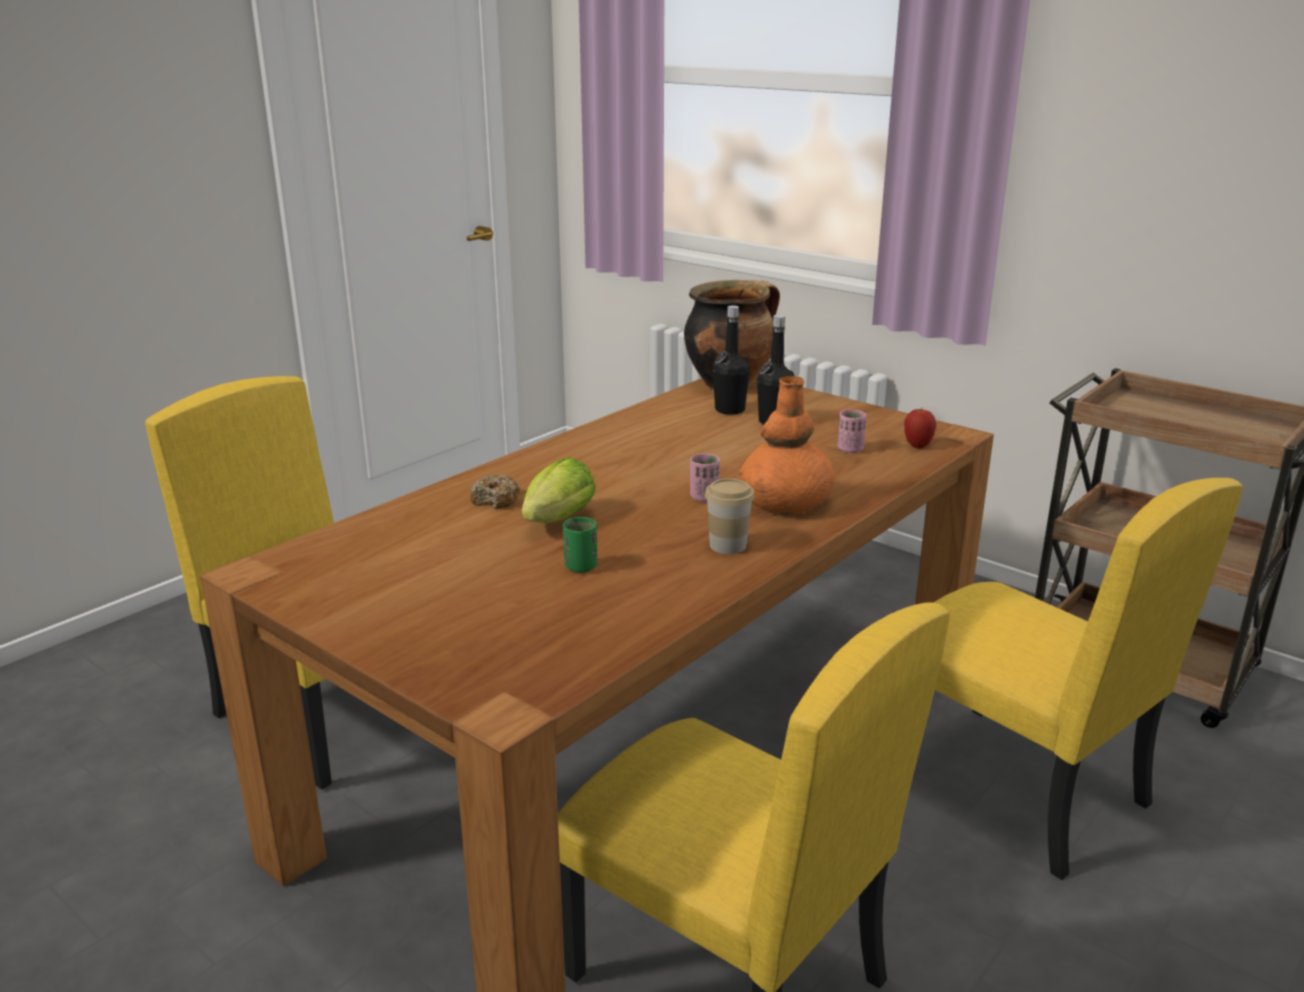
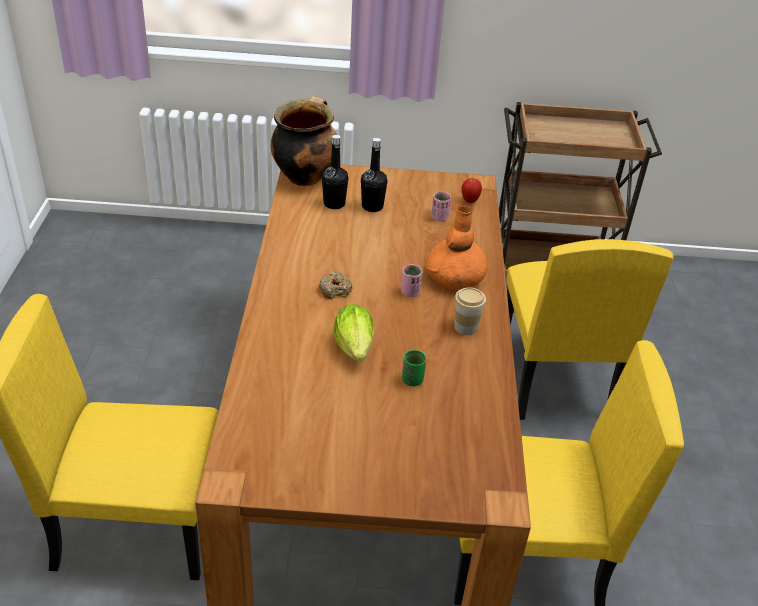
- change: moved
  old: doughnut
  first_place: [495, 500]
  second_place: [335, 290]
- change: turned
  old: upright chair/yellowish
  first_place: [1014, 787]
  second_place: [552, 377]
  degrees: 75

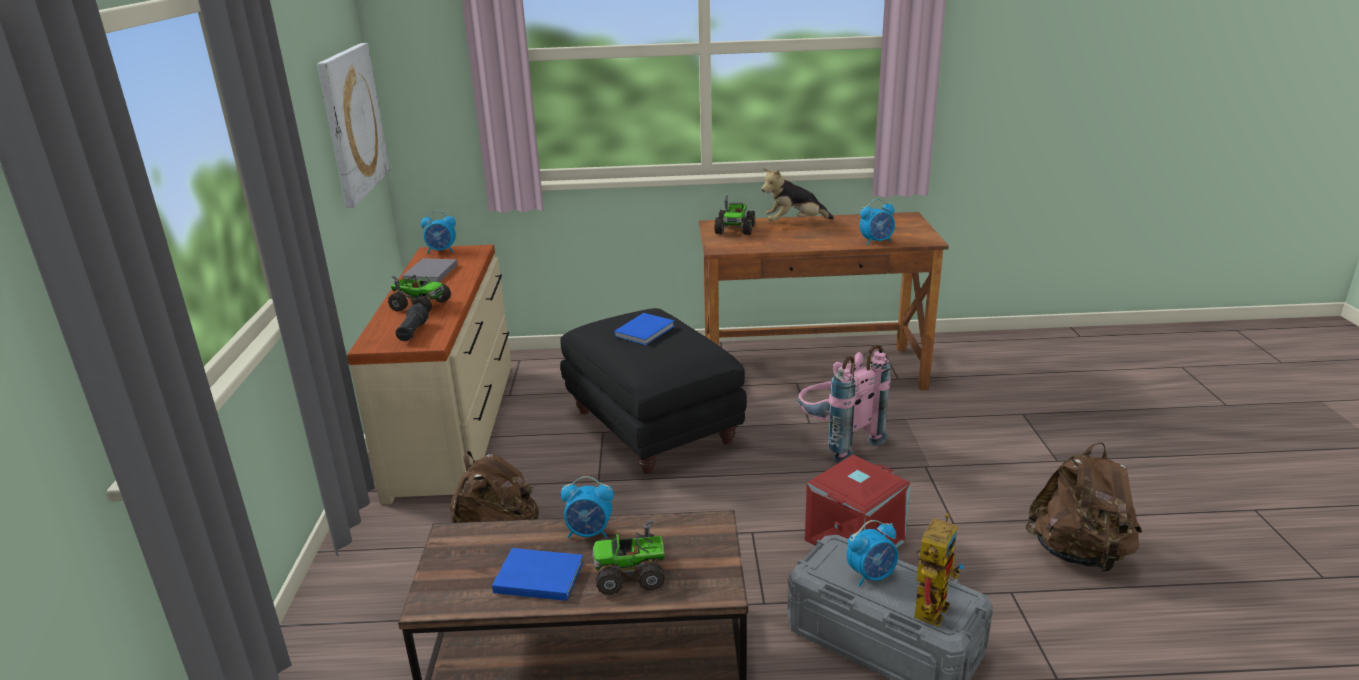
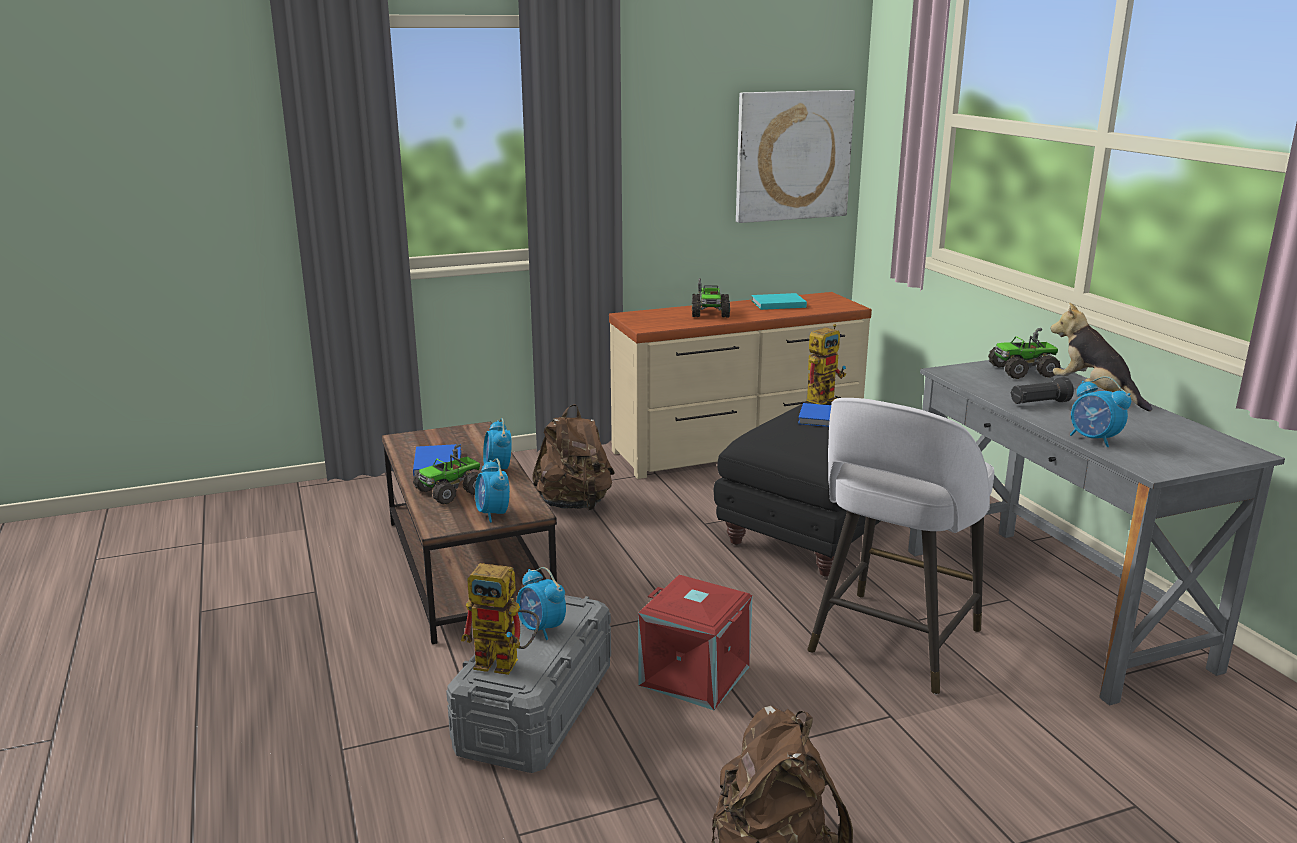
- change: moved
  old: torch/blackish
  first_place: [412, 333]
  second_place: [1039, 403]
- change: recoloured
  old: book/grey
  new: book/turquoise-coloured
  first_place: [429, 274]
  second_place: [776, 304]
- change: moved
  old: table clock
  first_place: [442, 251]
  second_place: [493, 514]
- change: turned
  old: model truck
  first_place: [631, 573]
  second_place: [451, 491]
  degrees: -105
- change: recoloured
  old: desk table/brown-coloured
  new: desk table/grey
  first_place: [812, 372]
  second_place: [1051, 606]
- change: replaced
  old: rucksack/pinkish
  new: sitting stool/white-coloured
  first_place: [836, 441]
  second_place: [892, 643]
- change: added
  new: robot figure
  second_place: [823, 397]

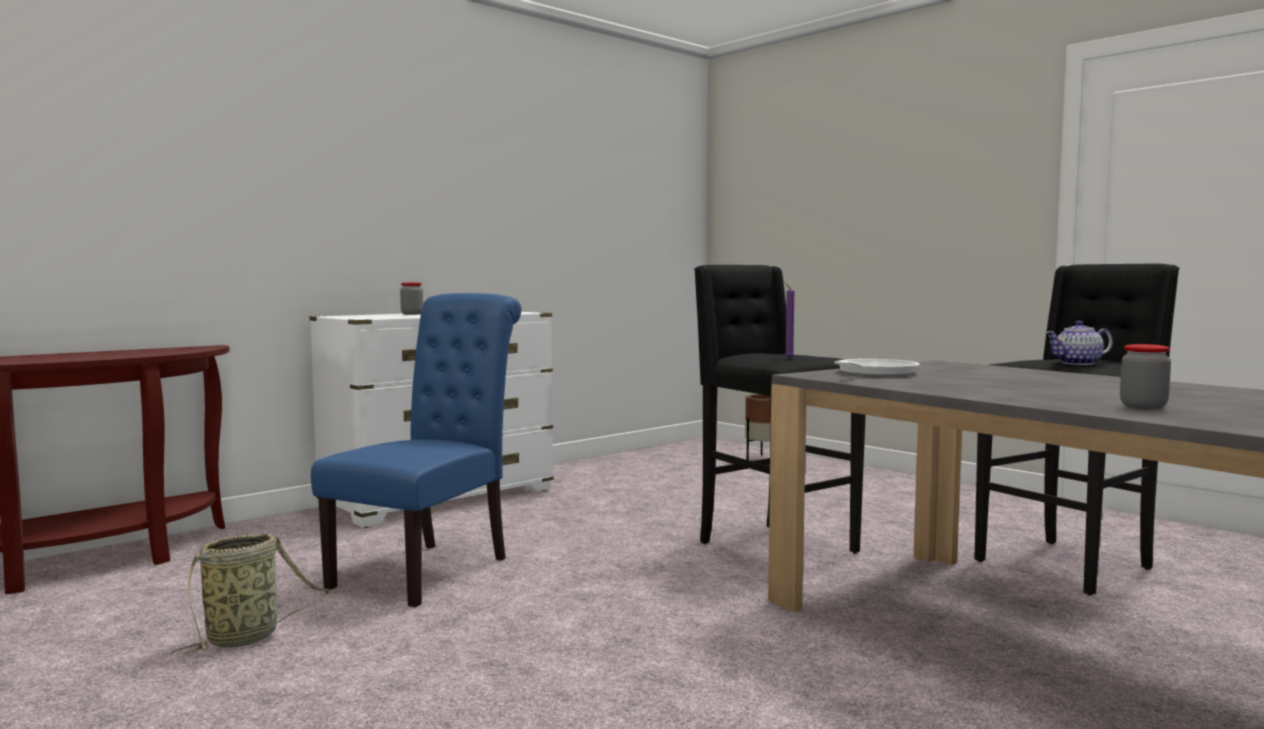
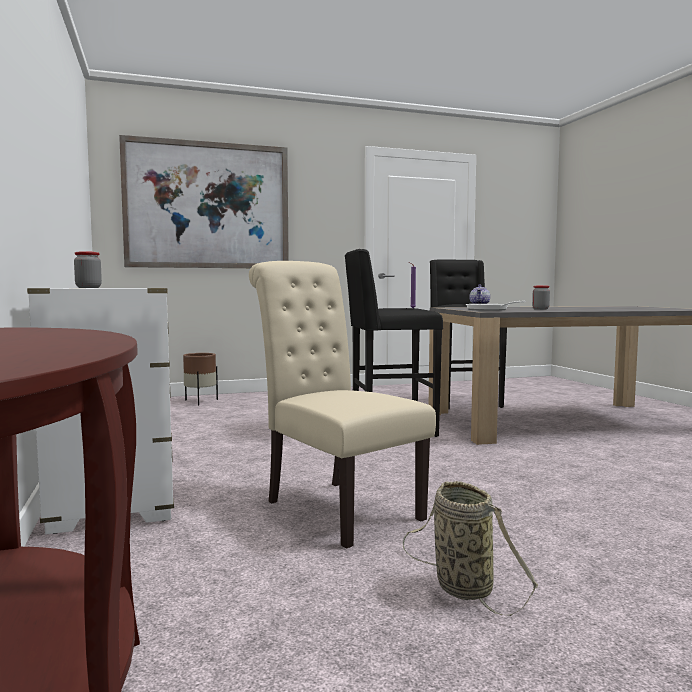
- change: recoloured
  old: upright chair/blue
  new: upright chair/beige-coloured
  first_place: [429, 569]
  second_place: [335, 507]
- change: moved
  old: preserve jar
  first_place: [1143, 406]
  second_place: [540, 309]
- change: added
  new: wall picture
  second_place: [207, 206]

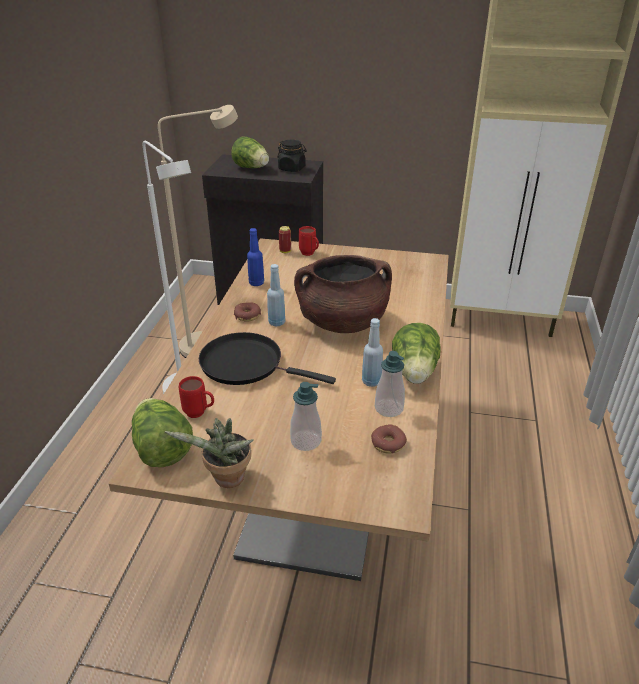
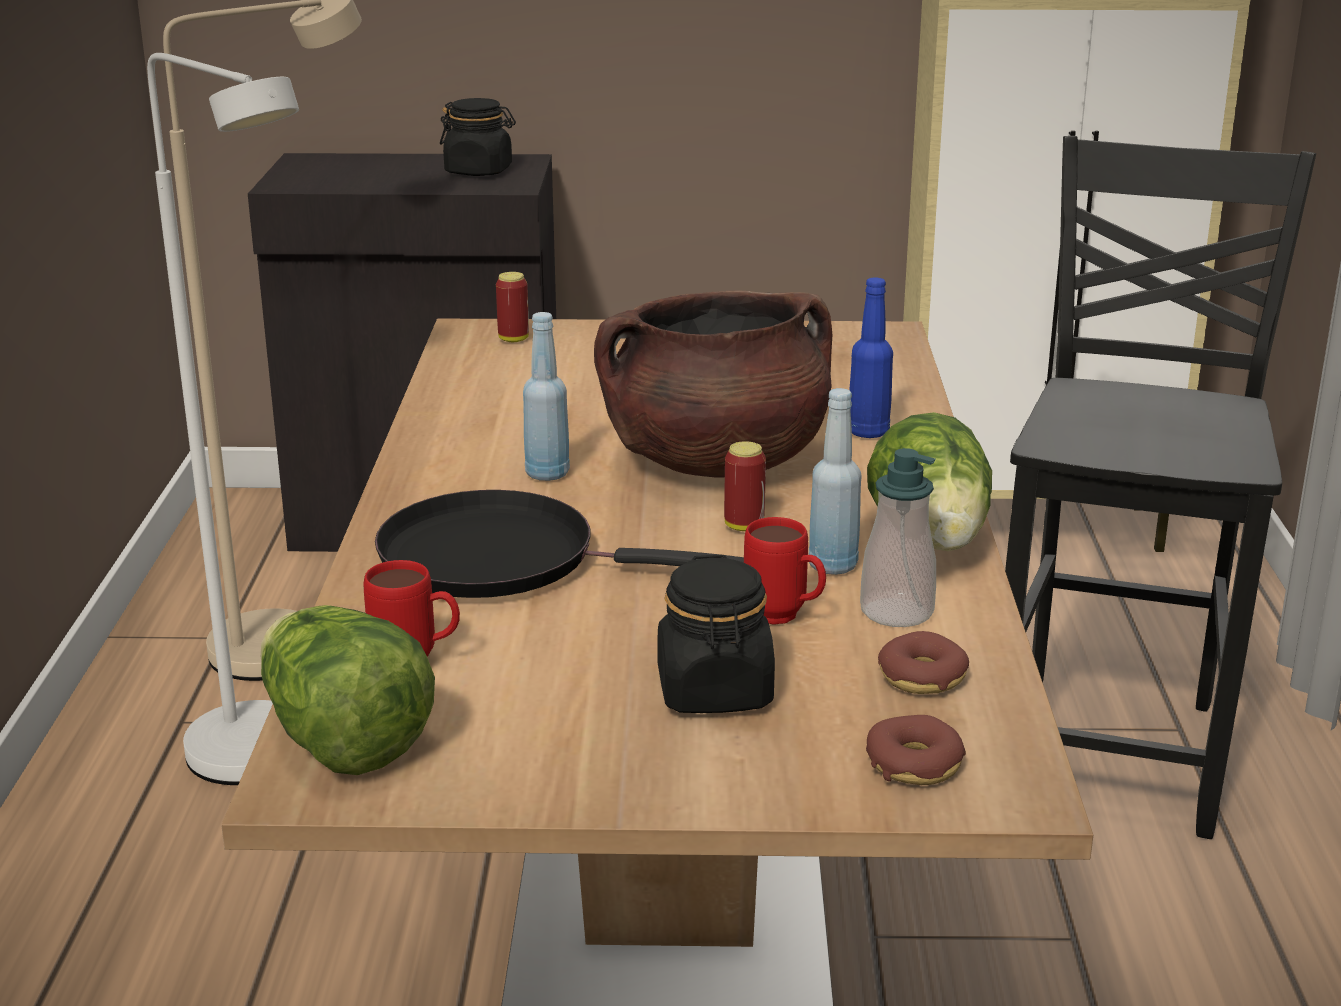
- change: removed
  old: potted plant
  first_place: [226, 480]
- change: removed
  old: lettuce head
  first_place: [251, 168]
- change: moved
  old: doughnut
  first_place: [247, 315]
  second_place: [914, 764]
- change: moved
  old: beverage bottle/blue
  first_place: [256, 283]
  second_place: [867, 432]
- change: replaced
  old: soap bottle
  new: preserve jar/blackish
  first_place: [306, 441]
  second_place: [715, 691]
- change: moved
  old: coffee mug/reddish
  first_place: [310, 254]
  second_place: [785, 618]
- change: added
  new: metal can
  second_place: [744, 526]
- change: added
  new: upright chair/blackish
  second_place: [1111, 749]

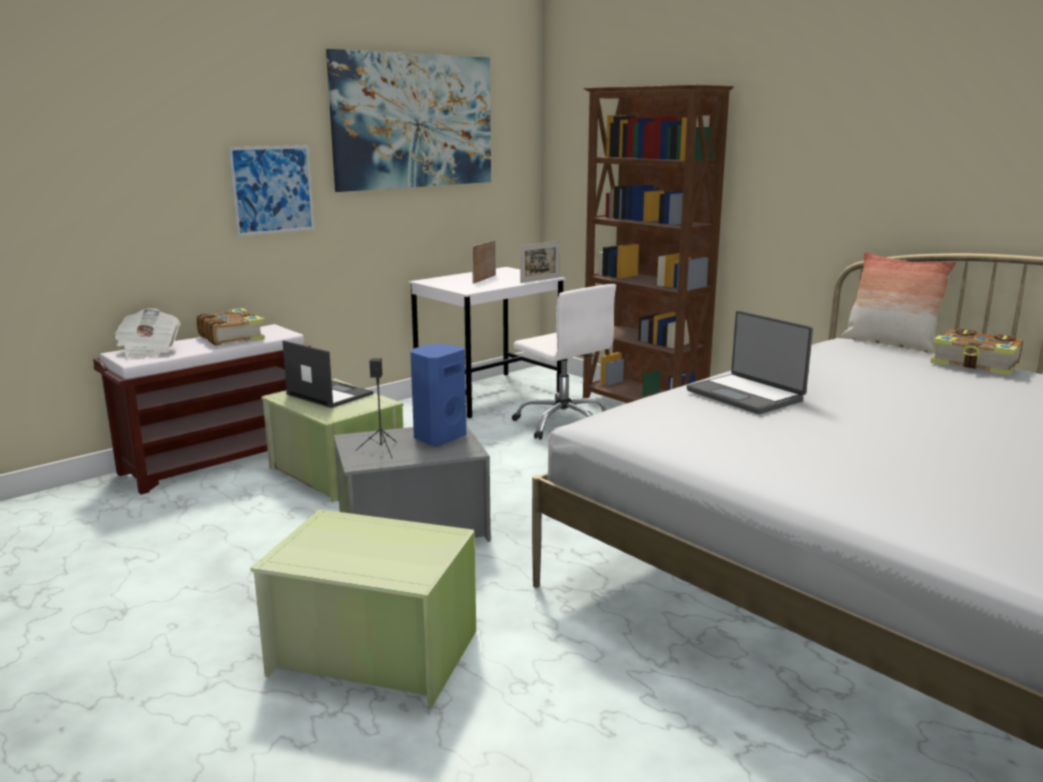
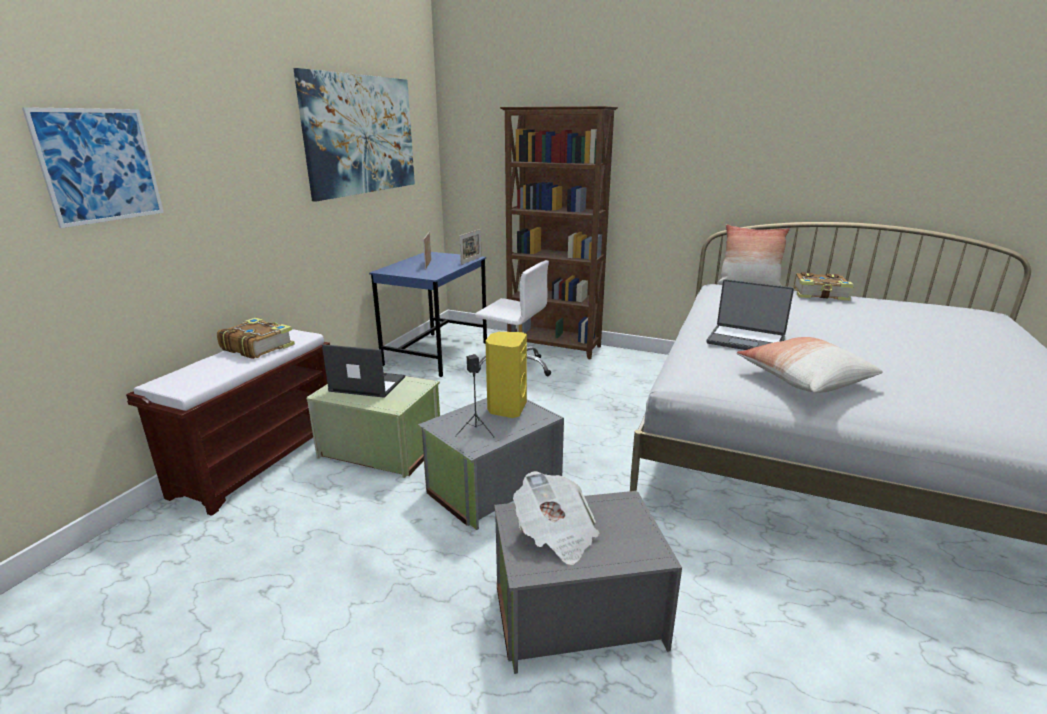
- change: moved
  old: newspaper
  first_place: [148, 351]
  second_place: [556, 534]
- change: moved
  old: wall picture
  first_place: [272, 190]
  second_place: [99, 166]
- change: recoloured
  old: storage bin/greenish
  new: storage bin/grey
  first_place: [374, 651]
  second_place: [576, 612]
- change: recoloured
  old: desk table/white-coloured
  new: desk table/blue
  first_place: [489, 394]
  second_place: [436, 353]
- change: recoloured
  old: audio speaker/blue
  new: audio speaker/yellowish
  first_place: [438, 437]
  second_place: [506, 408]
- change: added
  new: throw pillow
  second_place: [803, 379]

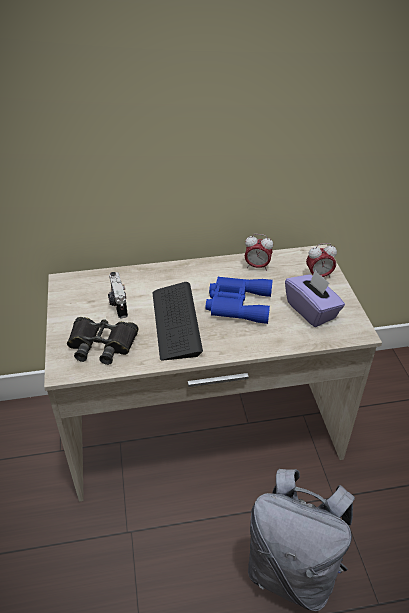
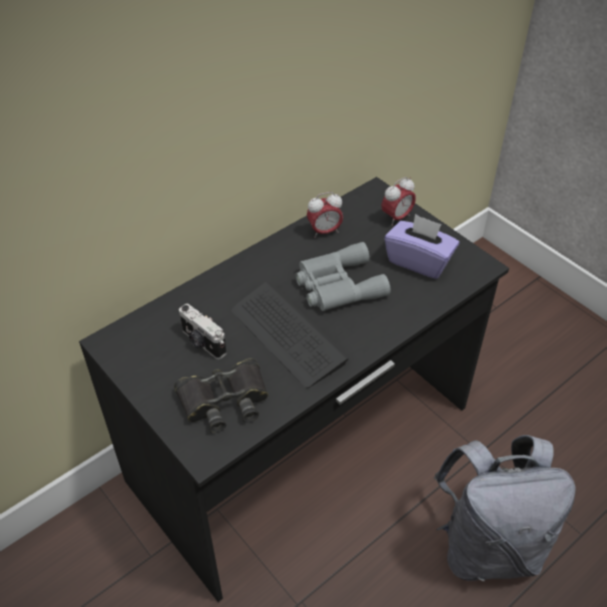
- change: recoloured
  old: desk table/beige-coloured
  new: desk table/blackish
  first_place: [204, 428]
  second_place: [303, 445]
- change: recoloured
  old: pair of binoculars/blue
  new: pair of binoculars/grey
  first_place: [237, 304]
  second_place: [337, 285]

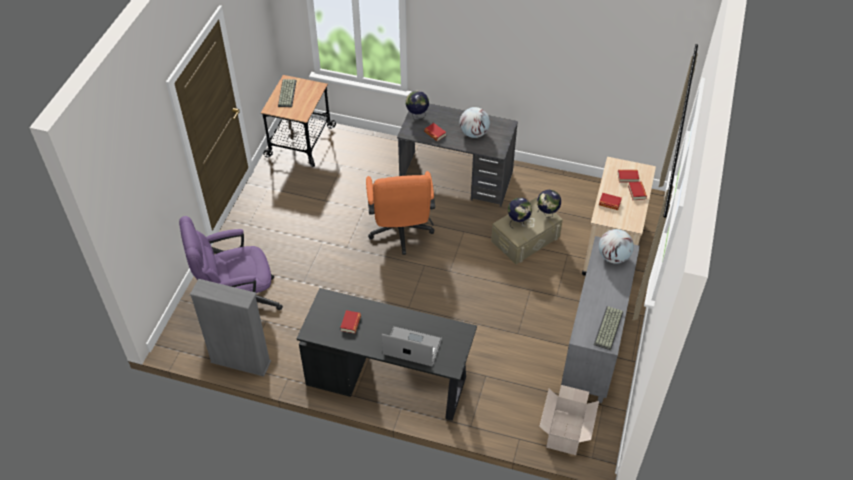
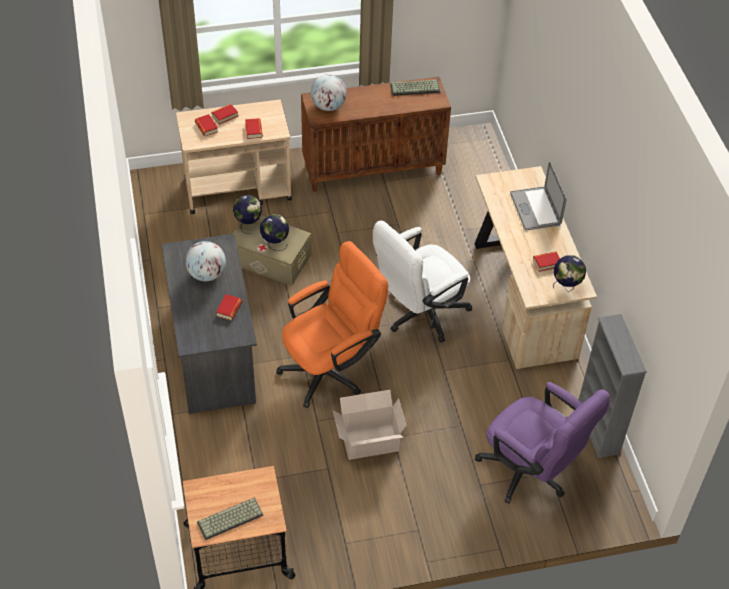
- change: recoloured
  old: desk table/blackish
  new: desk table/beige-coloured
  first_place: [389, 381]
  second_place: [523, 296]
- change: moved
  old: desk globe
  first_place: [417, 116]
  second_place: [566, 287]
- change: moved
  old: packing box
  first_place: [566, 431]
  second_place: [368, 441]
- change: recoloured
  old: storage cabinet/grey
  new: storage cabinet/brown-coloured
  first_place: [594, 346]
  second_place: [373, 168]
- change: added
  new: office chair/white-coloured
  second_place: [419, 315]

